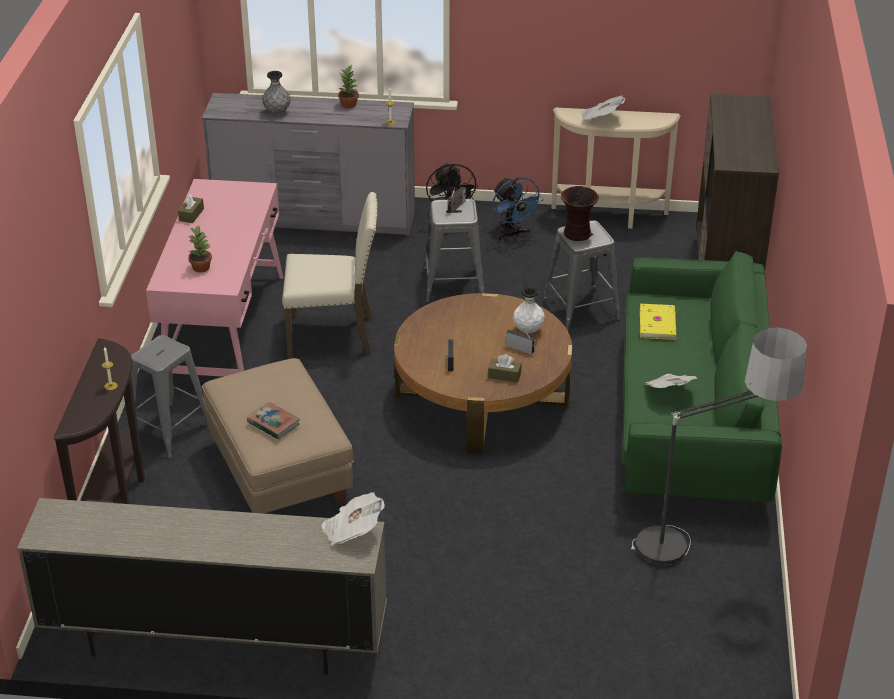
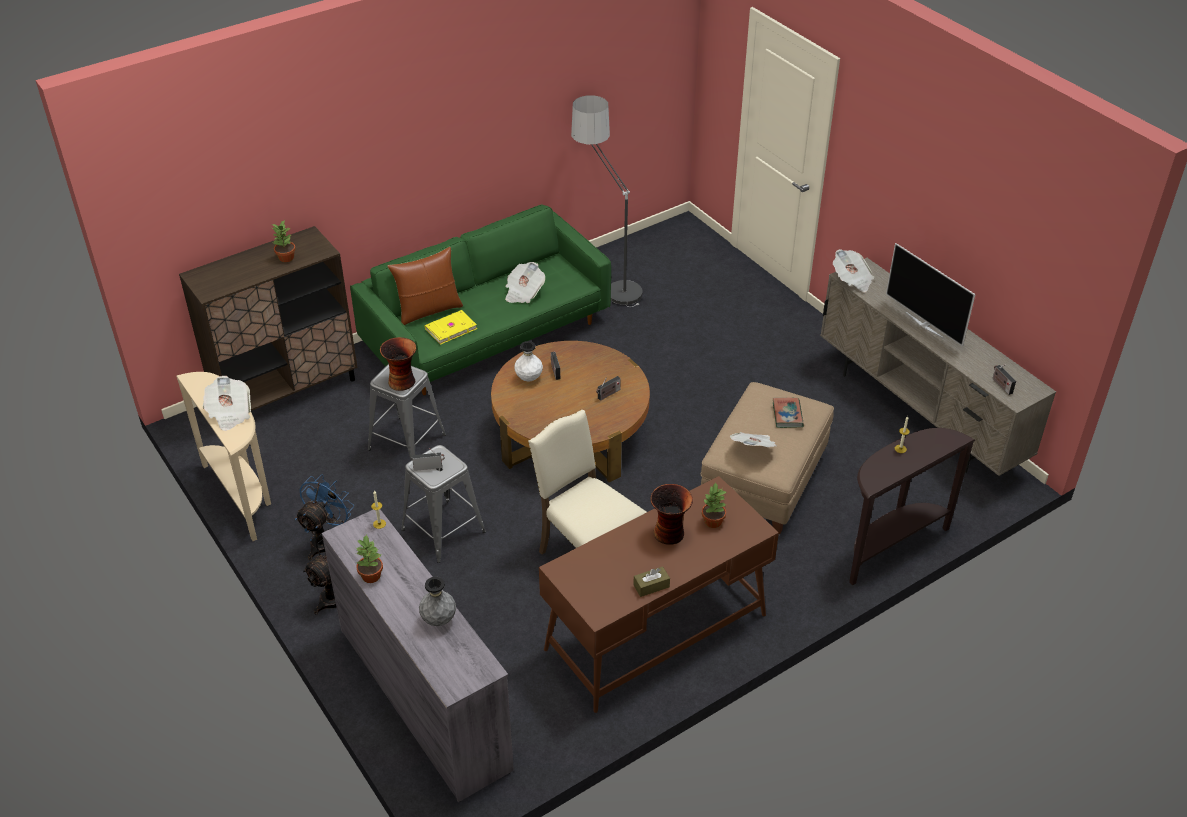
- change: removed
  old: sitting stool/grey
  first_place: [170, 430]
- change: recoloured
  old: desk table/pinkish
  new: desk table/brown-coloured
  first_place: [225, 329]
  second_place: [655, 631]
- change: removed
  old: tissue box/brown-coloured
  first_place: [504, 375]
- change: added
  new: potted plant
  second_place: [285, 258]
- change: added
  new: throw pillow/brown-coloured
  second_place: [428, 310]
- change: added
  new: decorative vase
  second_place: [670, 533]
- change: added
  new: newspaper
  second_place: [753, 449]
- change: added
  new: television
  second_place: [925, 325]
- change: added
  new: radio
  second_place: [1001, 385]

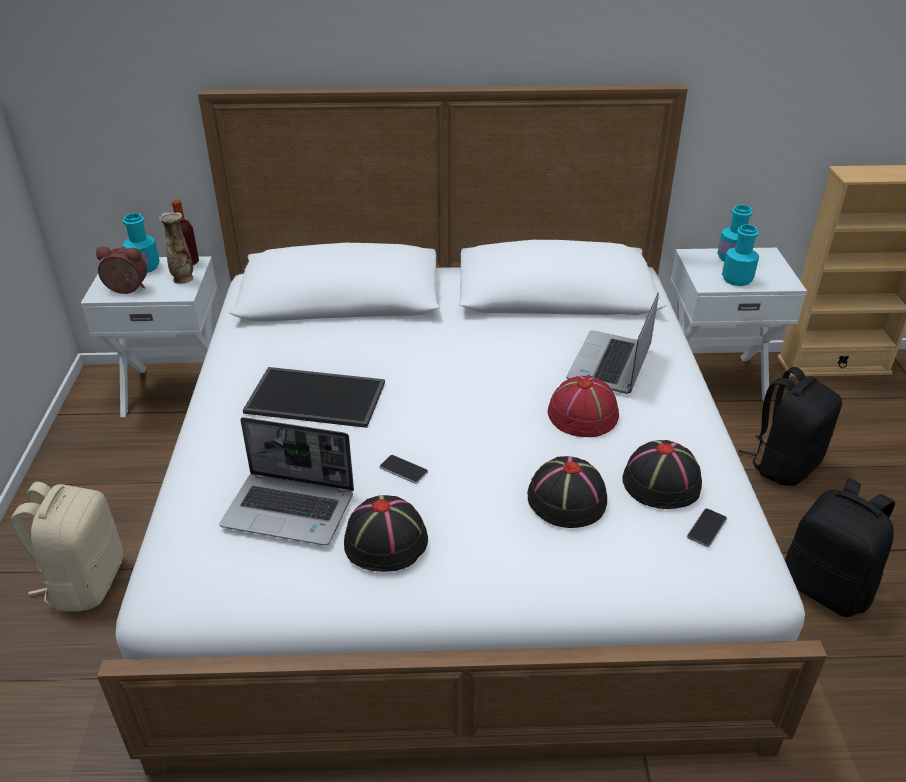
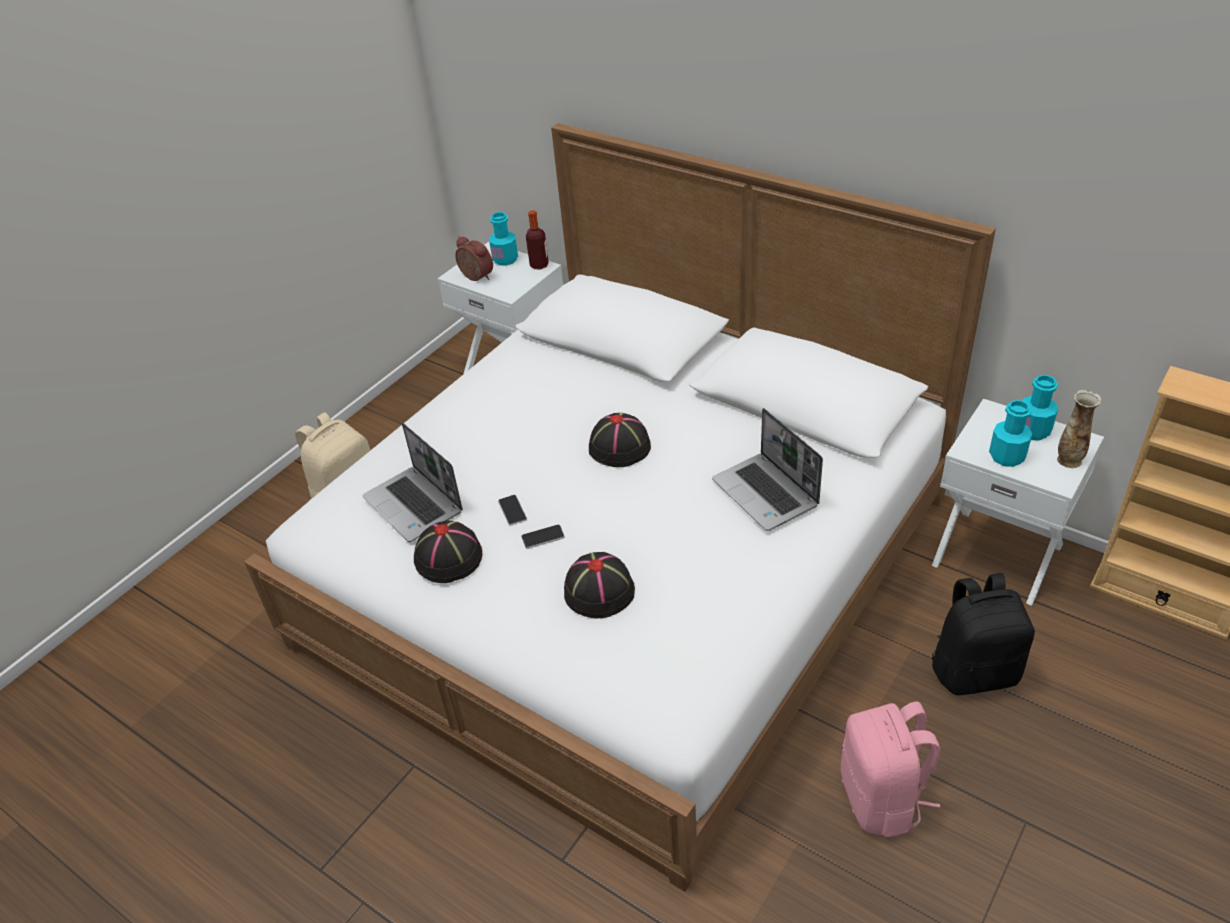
- change: moved
  old: decorative vase
  first_place: [183, 278]
  second_place: [1069, 460]
- change: removed
  old: carrying tray
  first_place: [317, 396]
- change: removed
  old: clothing hat/reddish
  first_place: [583, 414]
- change: turned
  old: laptop
  first_place: [610, 365]
  second_place: [766, 493]
  degrees: -90
- change: moved
  old: clothing hat/blackish
  first_place: [662, 483]
  second_place: [620, 447]
- change: moved
  old: handset
  first_place: [706, 528]
  second_place: [543, 537]
- change: recoloured
  old: rucksack/blackish
  new: rucksack/pinkish
  first_place: [826, 587]
  second_place: [882, 798]

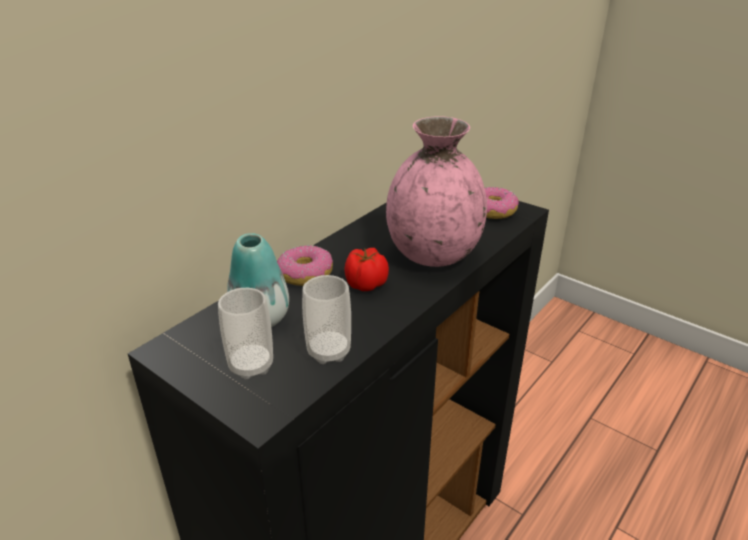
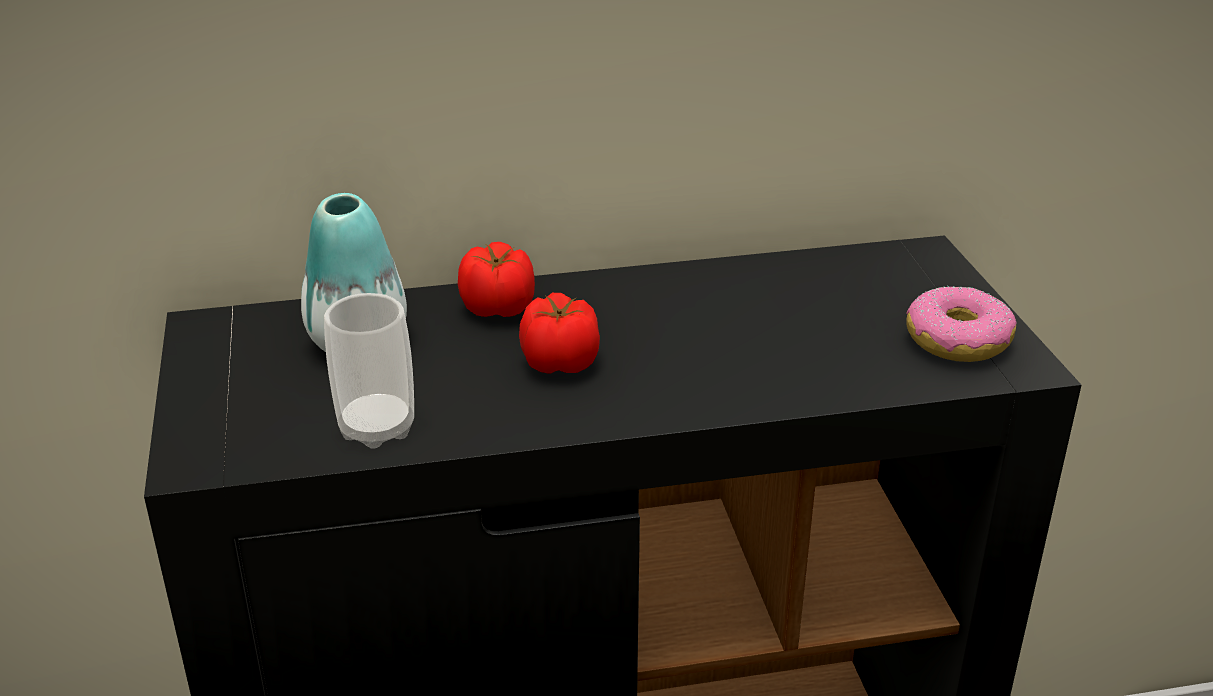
- change: removed
  old: cup
  first_place: [251, 365]
- change: replaced
  old: doughnut
  new: fresh tomato
  first_place: [305, 274]
  second_place: [499, 309]
- change: removed
  old: decorative vase/pinkish
  first_place: [433, 255]

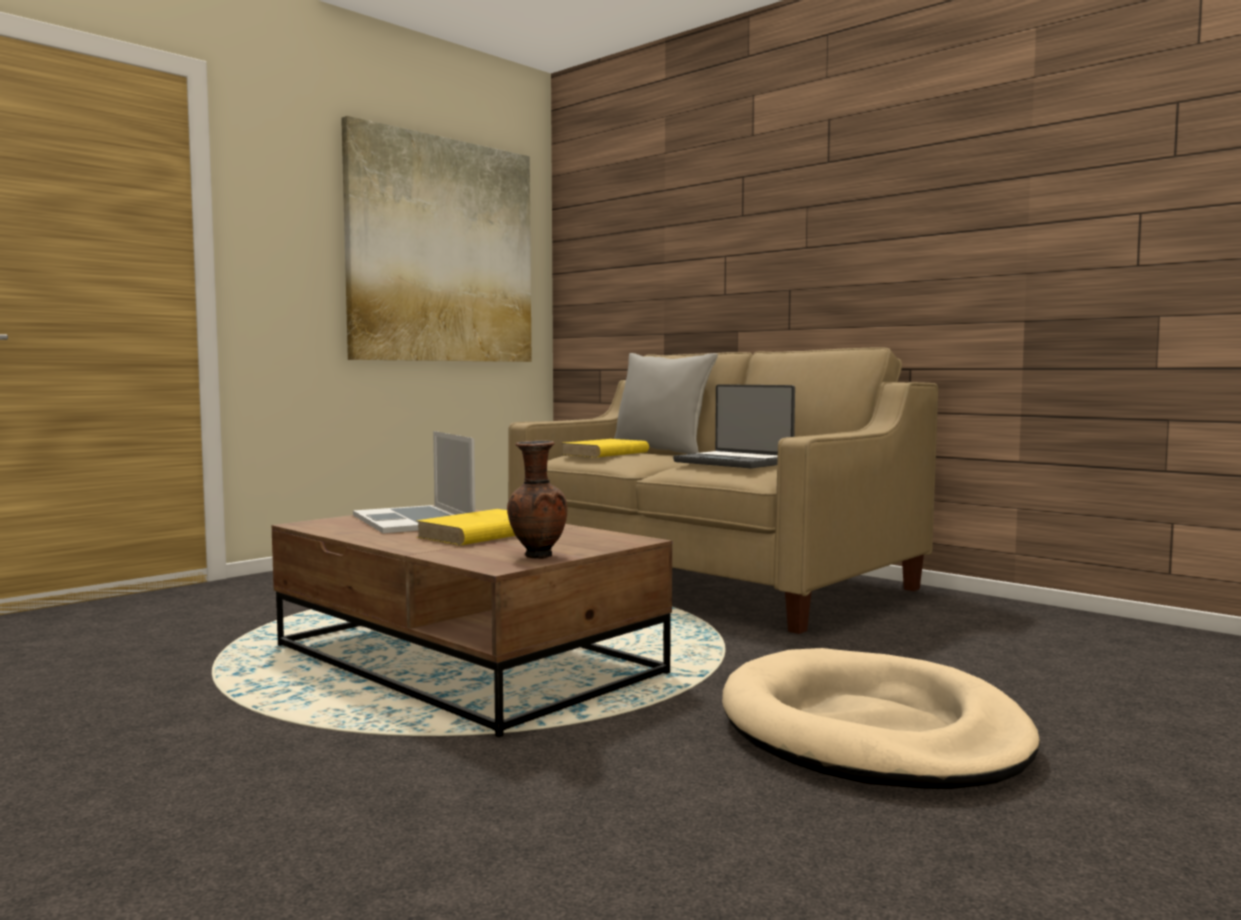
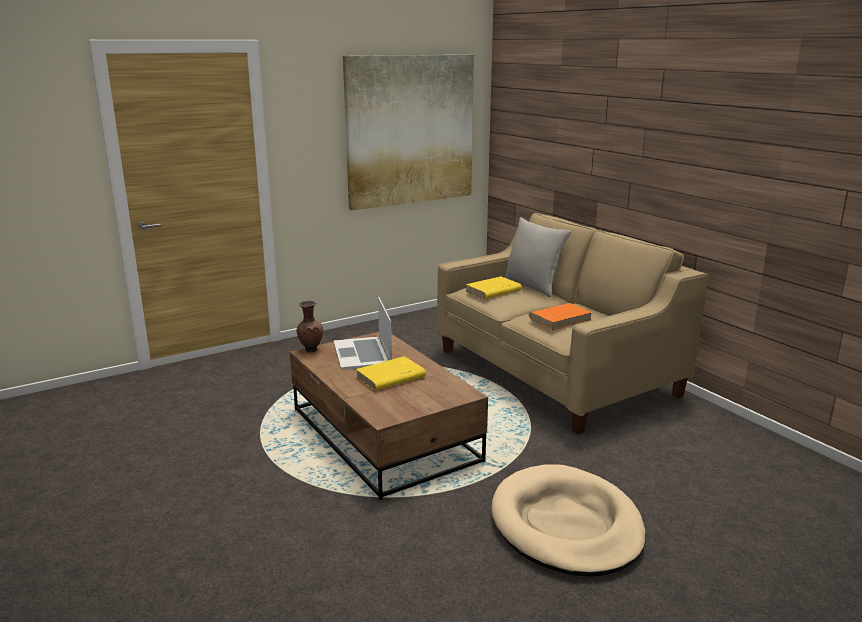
- change: moved
  old: decorative vase/brown-coloured
  first_place: [536, 556]
  second_place: [310, 350]
- change: replaced
  old: laptop
  new: book/orange
  first_place: [734, 462]
  second_place: [560, 319]

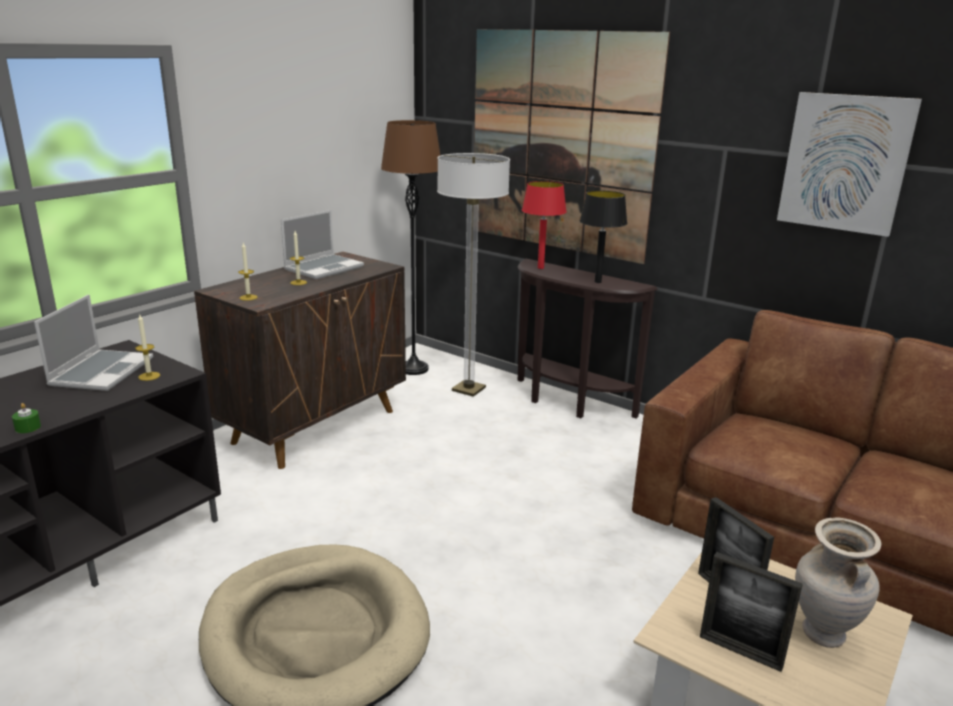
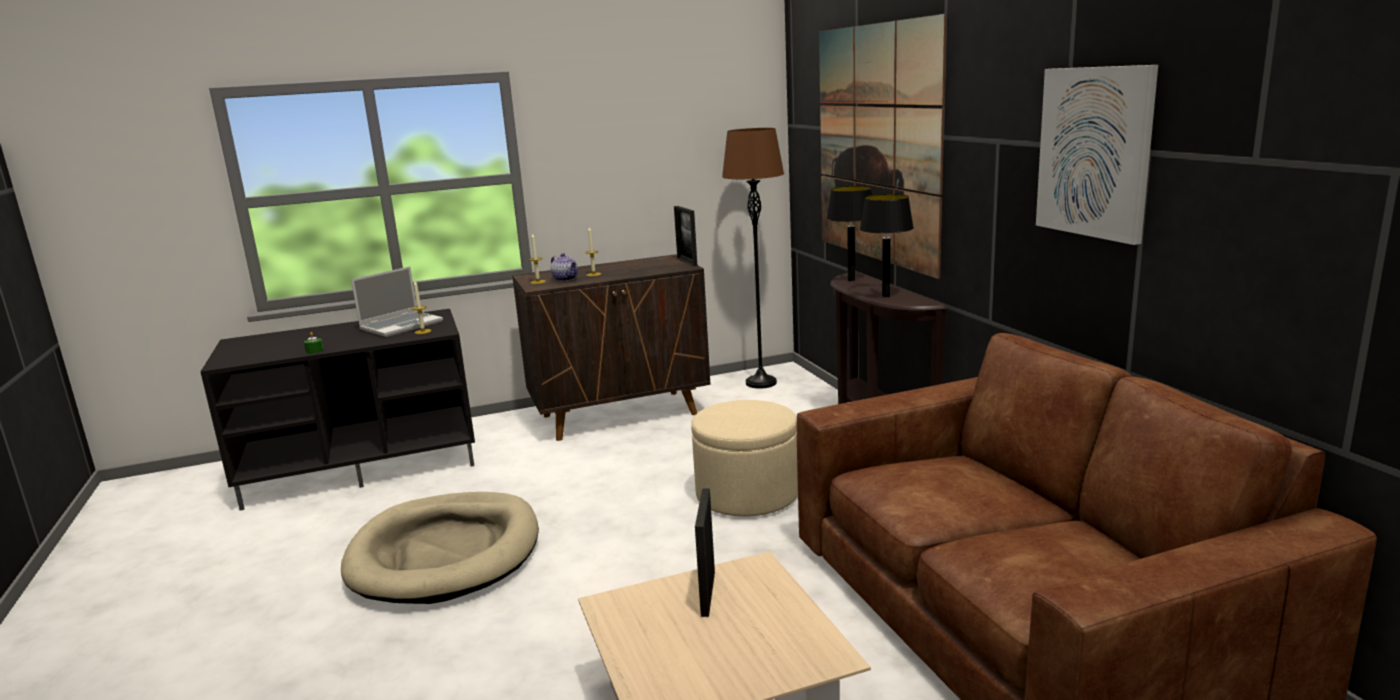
- change: removed
  old: laptop
  first_place: [324, 268]
- change: removed
  old: standard lamp
  first_place: [468, 389]
- change: recoloured
  old: table lamp/reddish
  new: table lamp/blackish
  first_place: [540, 267]
  second_place: [851, 280]
- change: moved
  old: photo frame
  first_place: [740, 651]
  second_place: [687, 262]
- change: removed
  old: decorative vase/beige-coloured
  first_place: [822, 634]
- change: added
  new: pot for tea
  second_place: [566, 279]
- change: added
  new: ottoman/beige-coloured
  second_place: [747, 495]

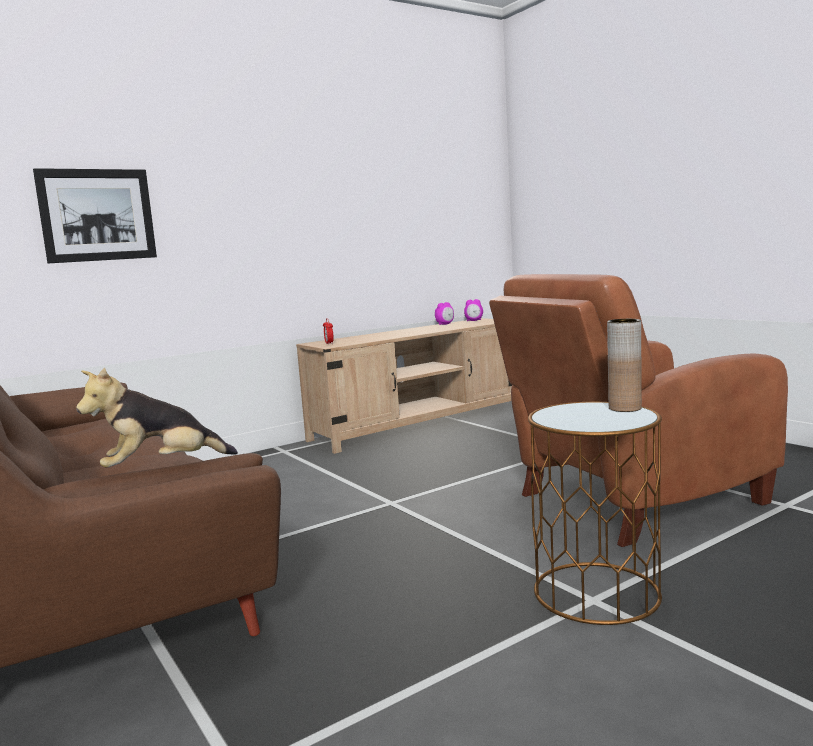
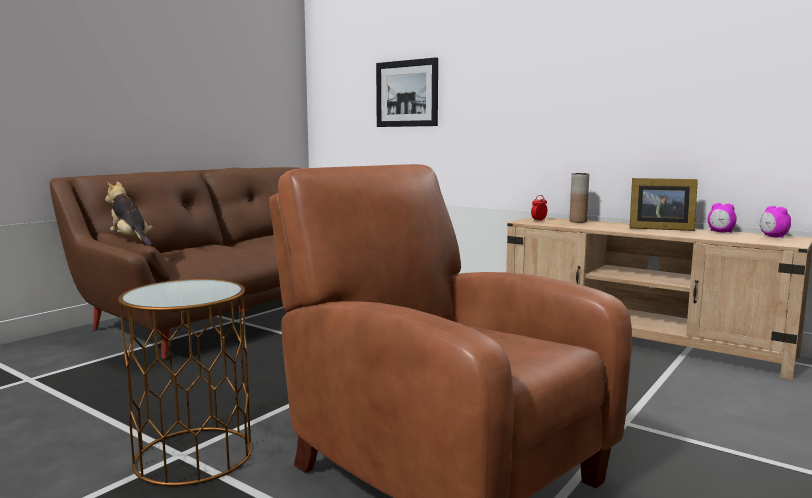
- change: moved
  old: decorative vase/brown-coloured
  first_place: [624, 408]
  second_place: [578, 221]
- change: added
  new: photo frame
  second_place: [658, 228]

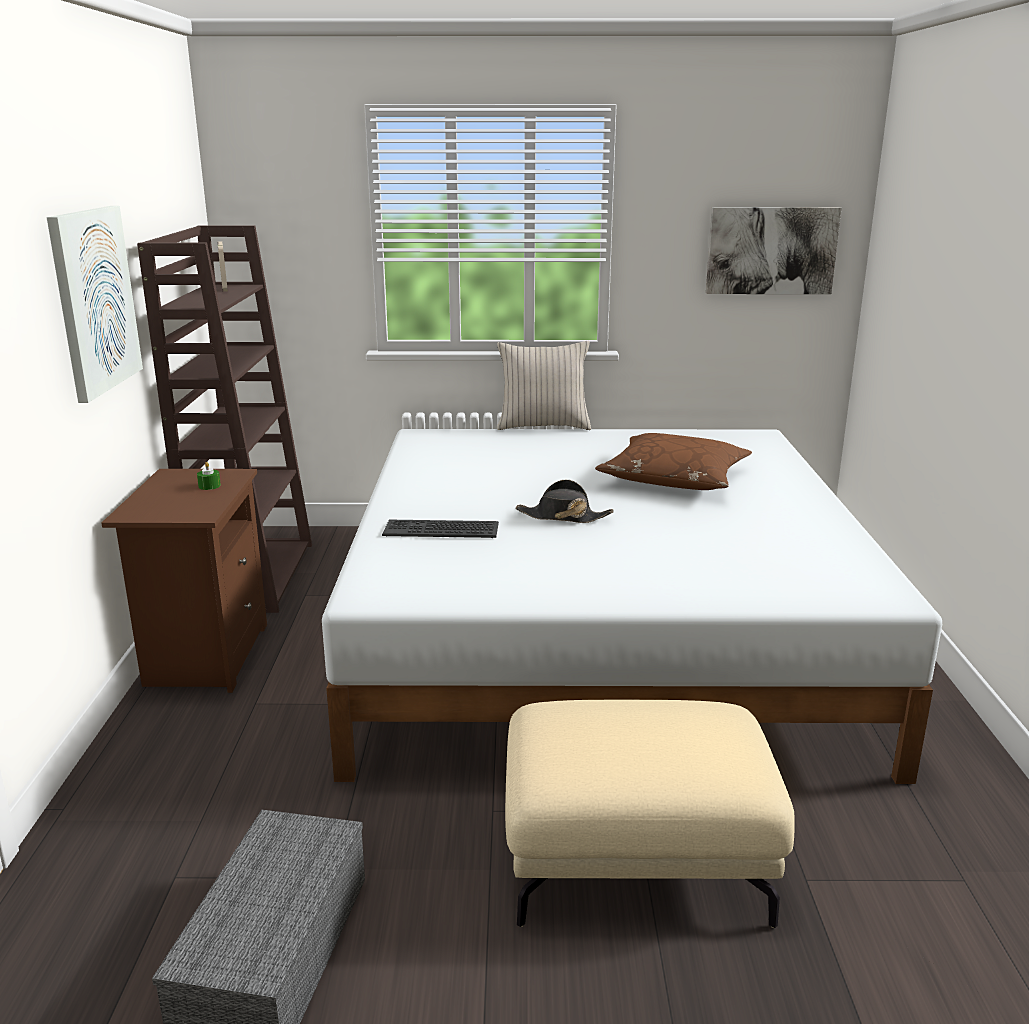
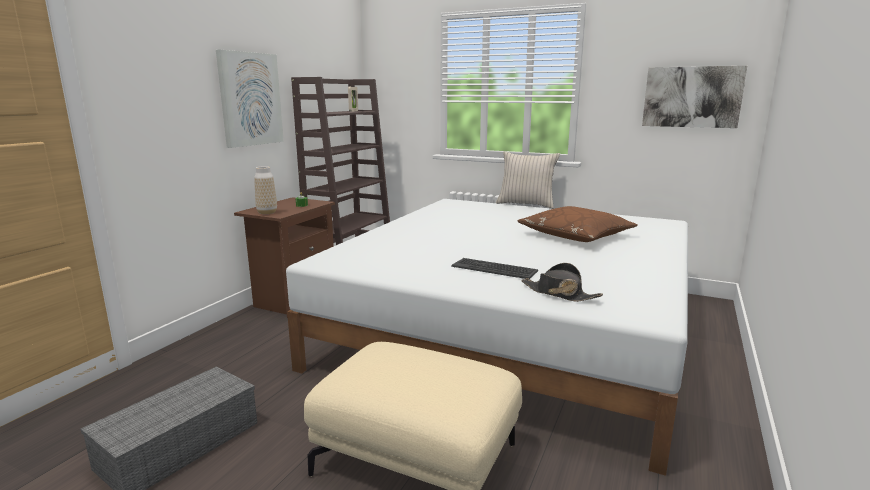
- change: moved
  old: keyboard
  first_place: [441, 530]
  second_place: [494, 269]
- change: moved
  old: clothing hat/blackish
  first_place: [563, 517]
  second_place: [559, 293]
- change: added
  new: decorative vase
  second_place: [267, 212]

